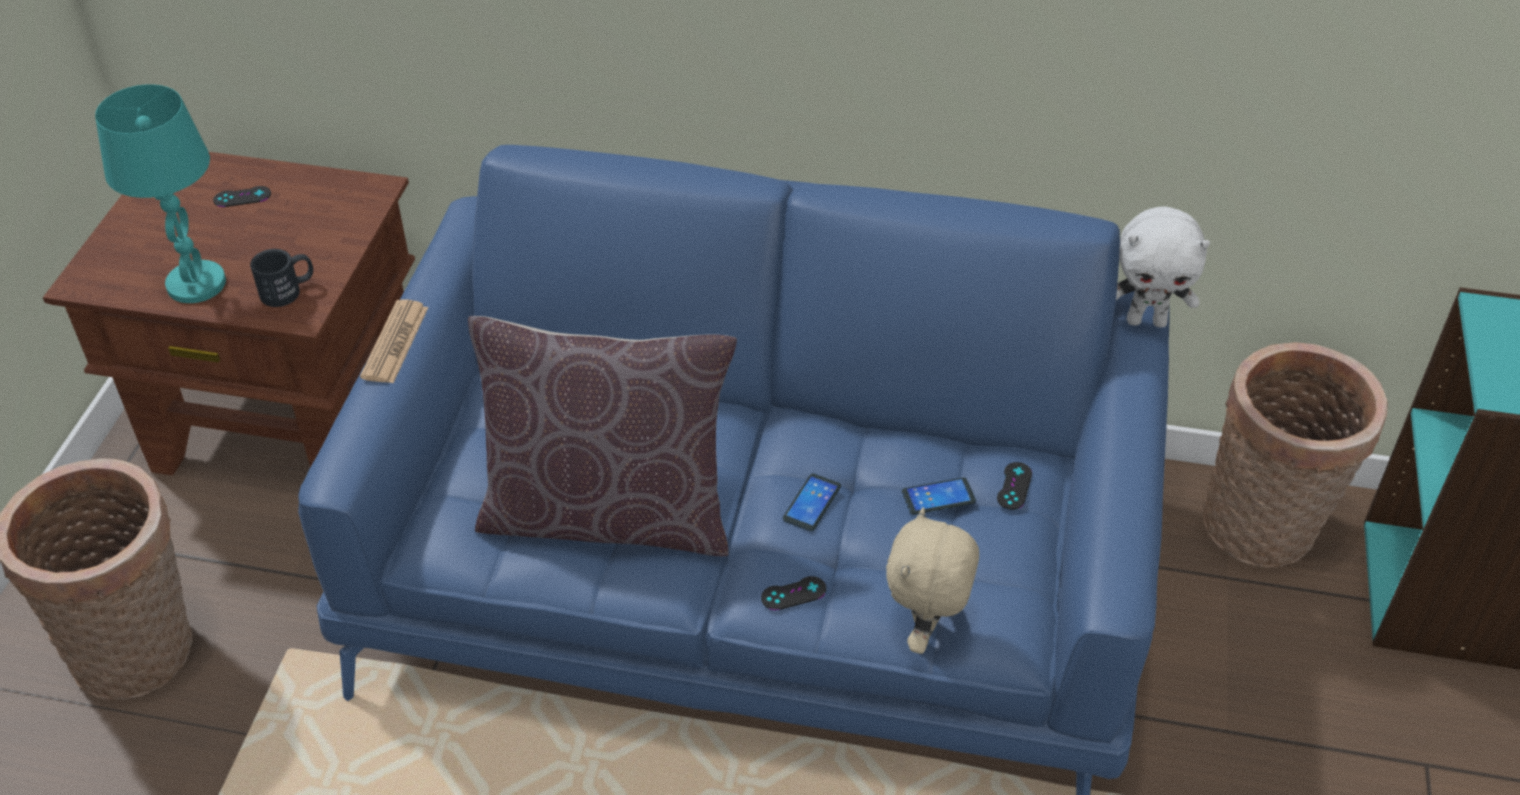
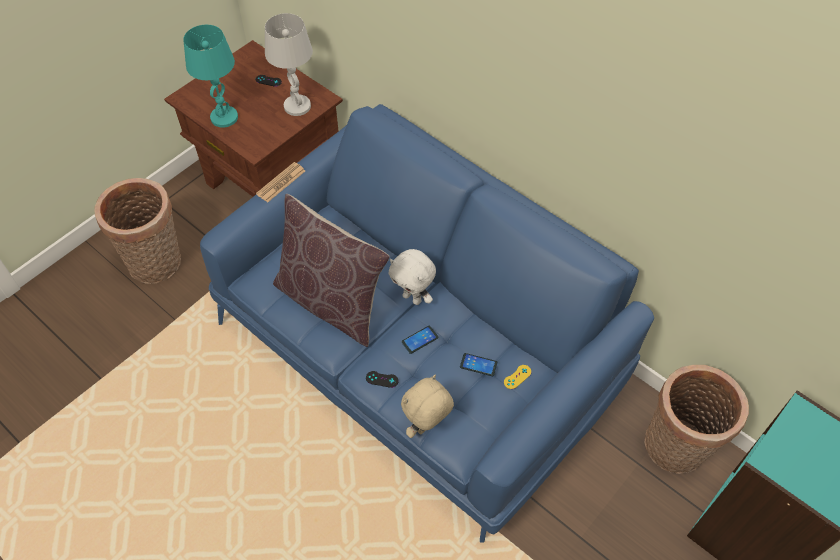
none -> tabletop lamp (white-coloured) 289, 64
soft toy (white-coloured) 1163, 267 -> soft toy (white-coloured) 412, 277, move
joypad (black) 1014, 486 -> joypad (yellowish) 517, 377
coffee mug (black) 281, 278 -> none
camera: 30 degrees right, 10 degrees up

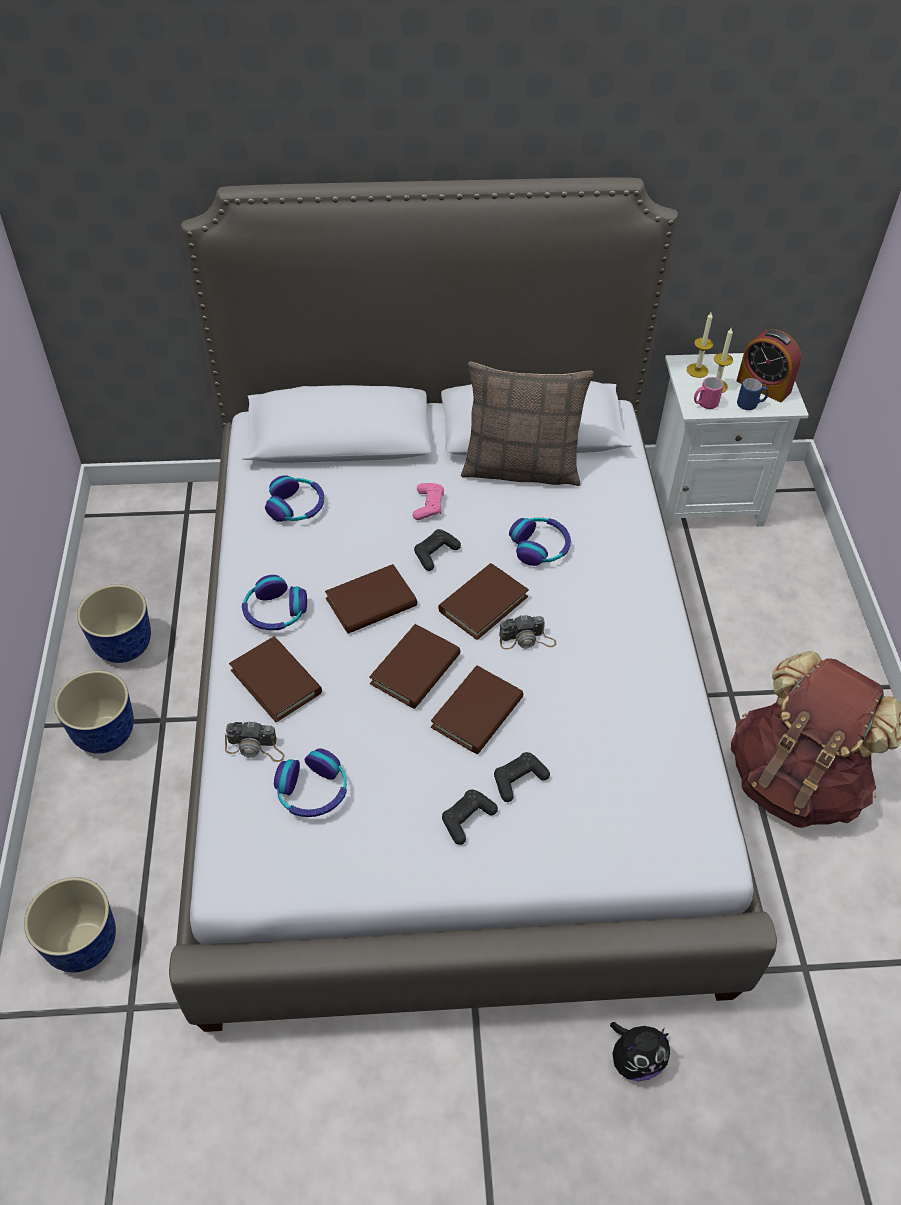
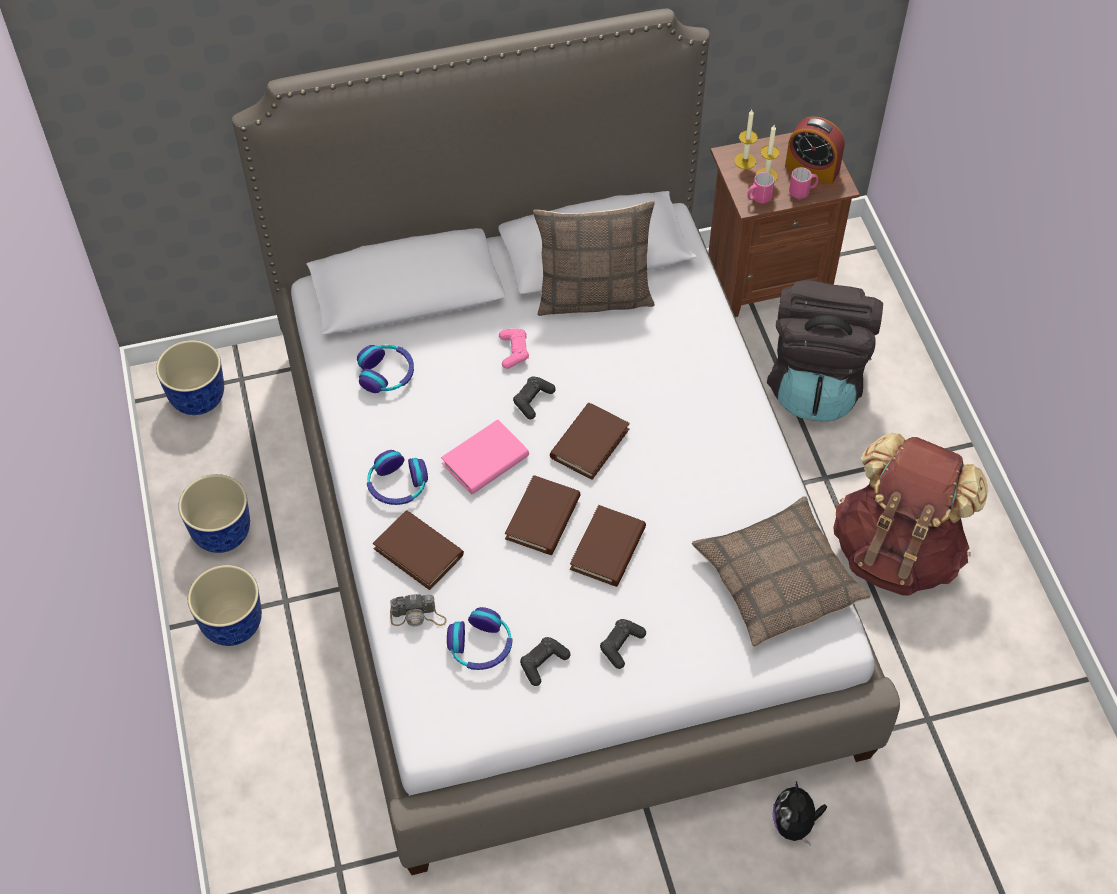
planter 70, 924 -> planter 190, 377, move
bound book (brownish) 371, 599 -> bound book (pink-coloured) 485, 457
joypad (black) 522, 777 -> joypad (black) 545, 661, move
none -> pillow 781, 572
bedside table (white-coloured) 730, 441 -> bedside table (brownish) 784, 224
none -> backpack (black) 825, 351
soft toy 640, 1051 -> soft toy 800, 813, 120 degrees clockwise
coffee mug (blue-coloured) 753, 394 -> coffee mug (pink-coloured) 803, 183
still camera 527, 632 -> none
headset 540, 542 -> none
camera: 10 degrees left, 5 degrees up

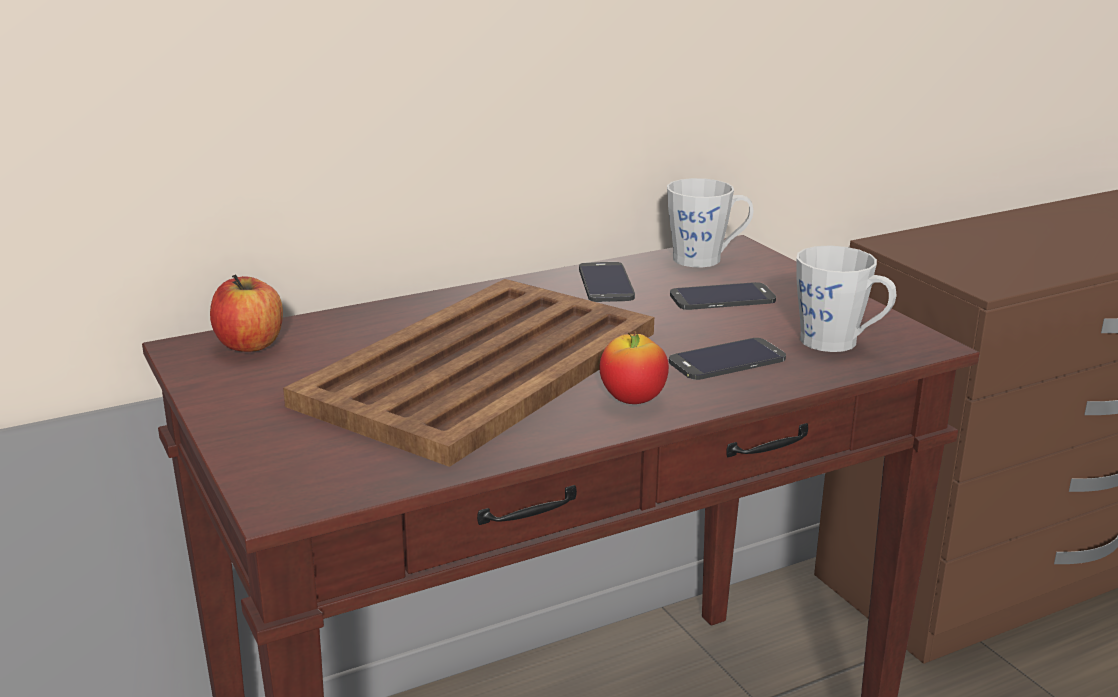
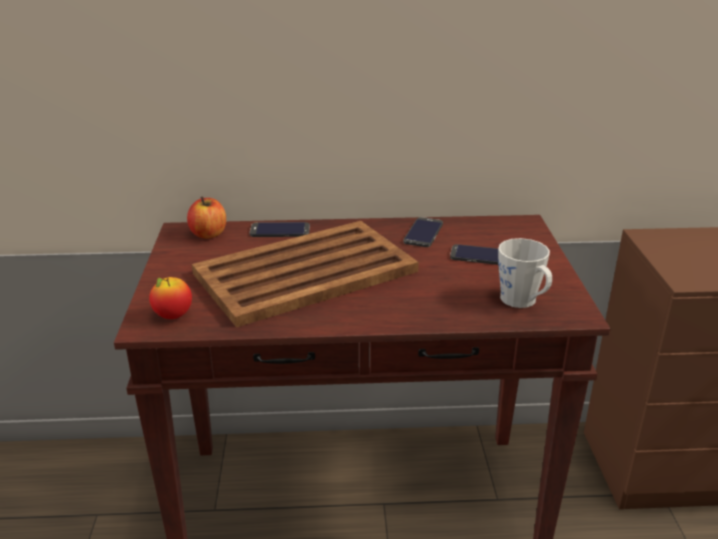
apple fruit 634, 368 -> apple fruit 170, 298, move
telephone 727, 359 -> telephone 279, 229, move
coffee mug (grey) 710, 222 -> none
camera: 25 degrees right, 5 degrees up

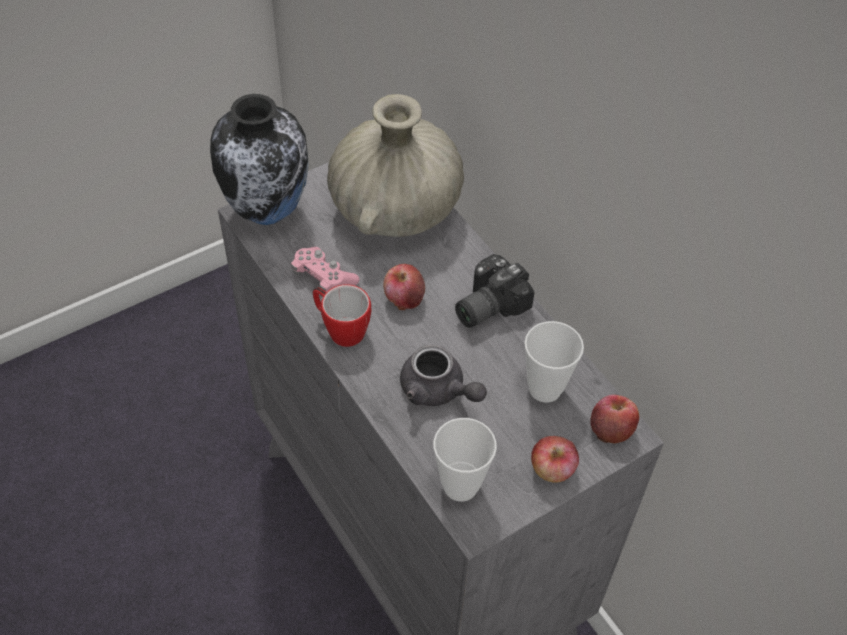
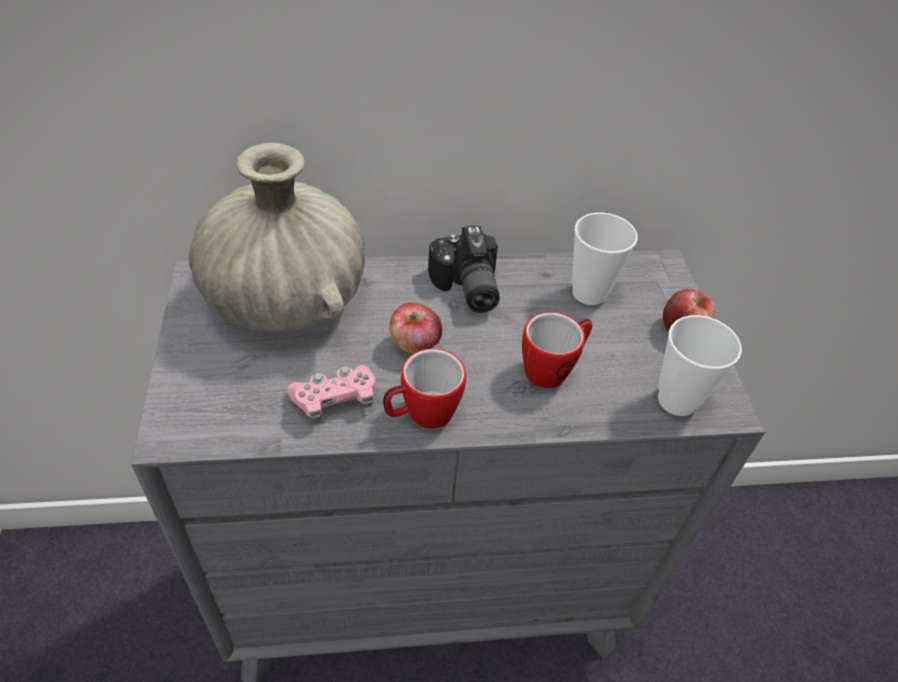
tea pot (grey) 443, 375 -> coffee mug 557, 350
flower vase 259, 159 -> none
apple fruit 614, 419 -> none
camera: 65 degrees left, 5 degrees down

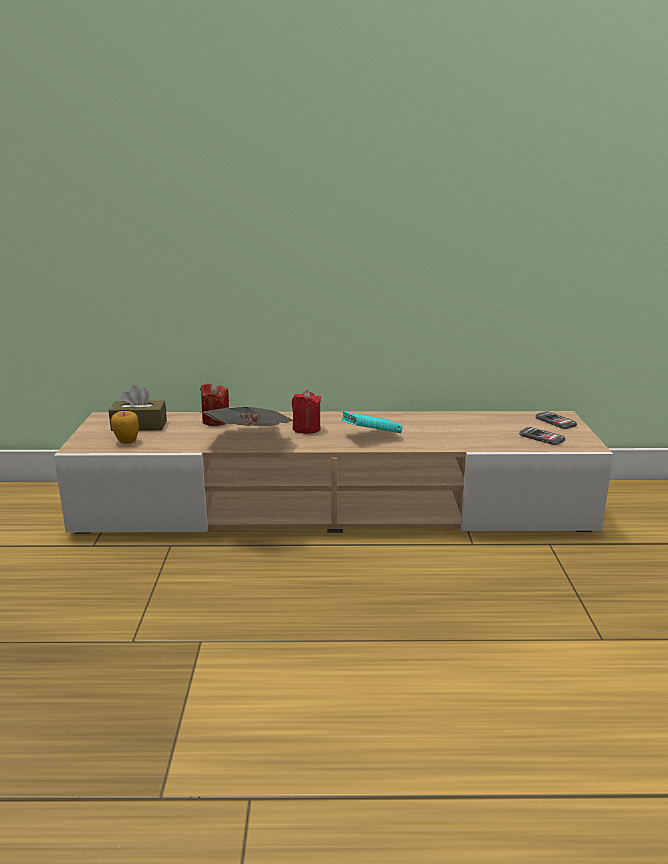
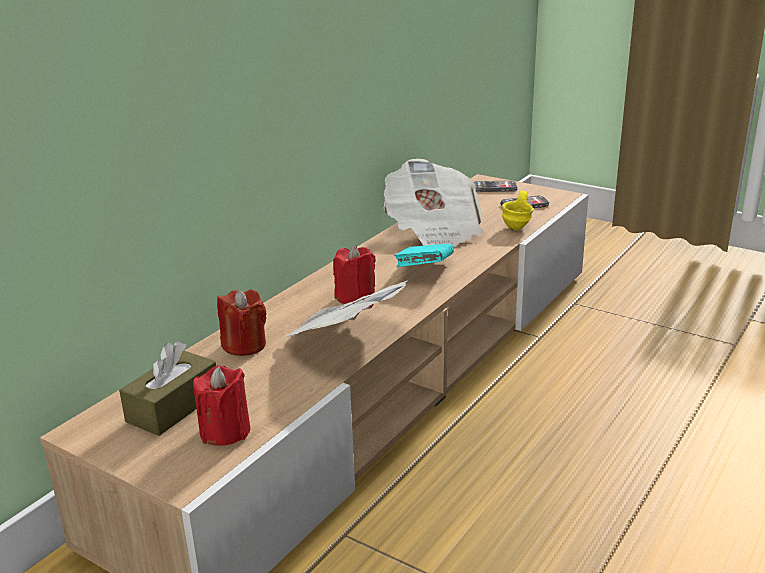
apple fruit 125, 427 -> wax light (reddish) 221, 406
none -> daily paper 433, 203
none -> coffee mug (yellowish) 518, 210
camera: 55 degrees left, 5 degrees up

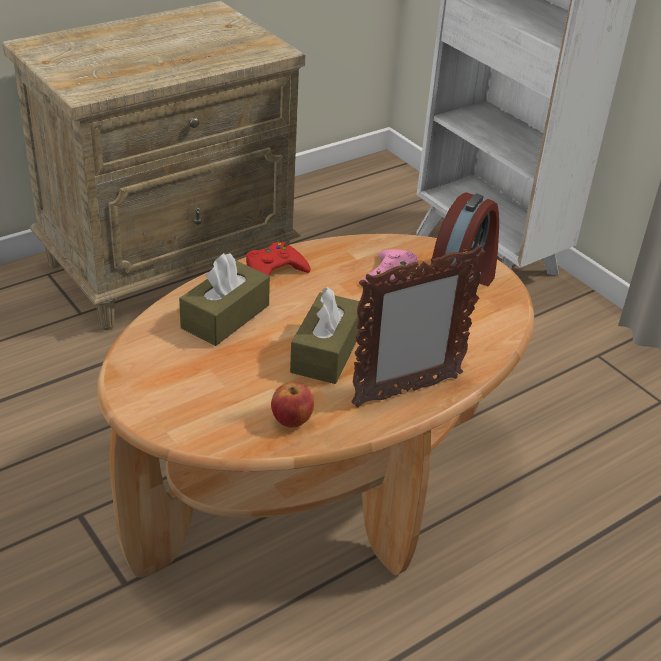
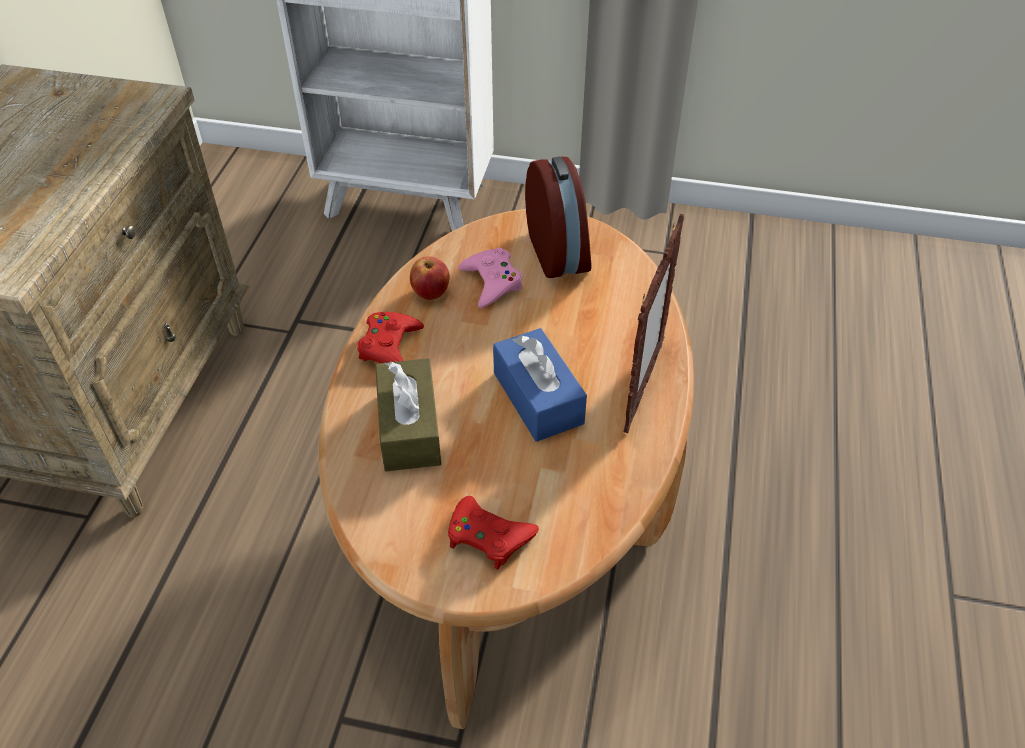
apple fruit 292, 405 -> apple fruit 430, 278, move
none -> joypad (reddish) 493, 533
tissue box (brownish) 326, 335 -> tissue box (blue-coloured) 540, 385
camera: 40 degrees left, 10 degrees up

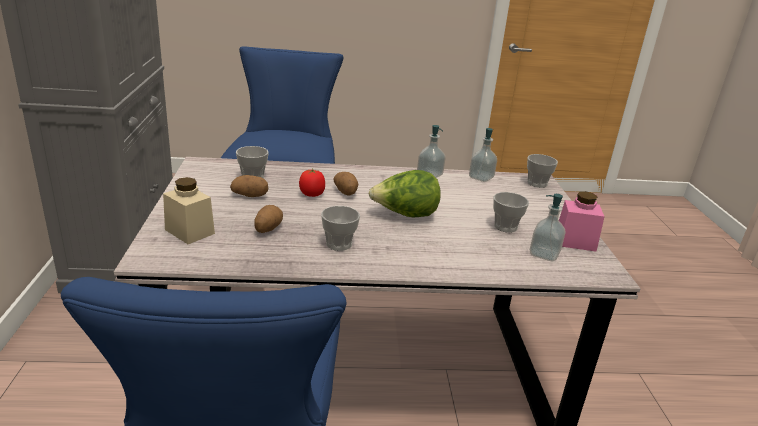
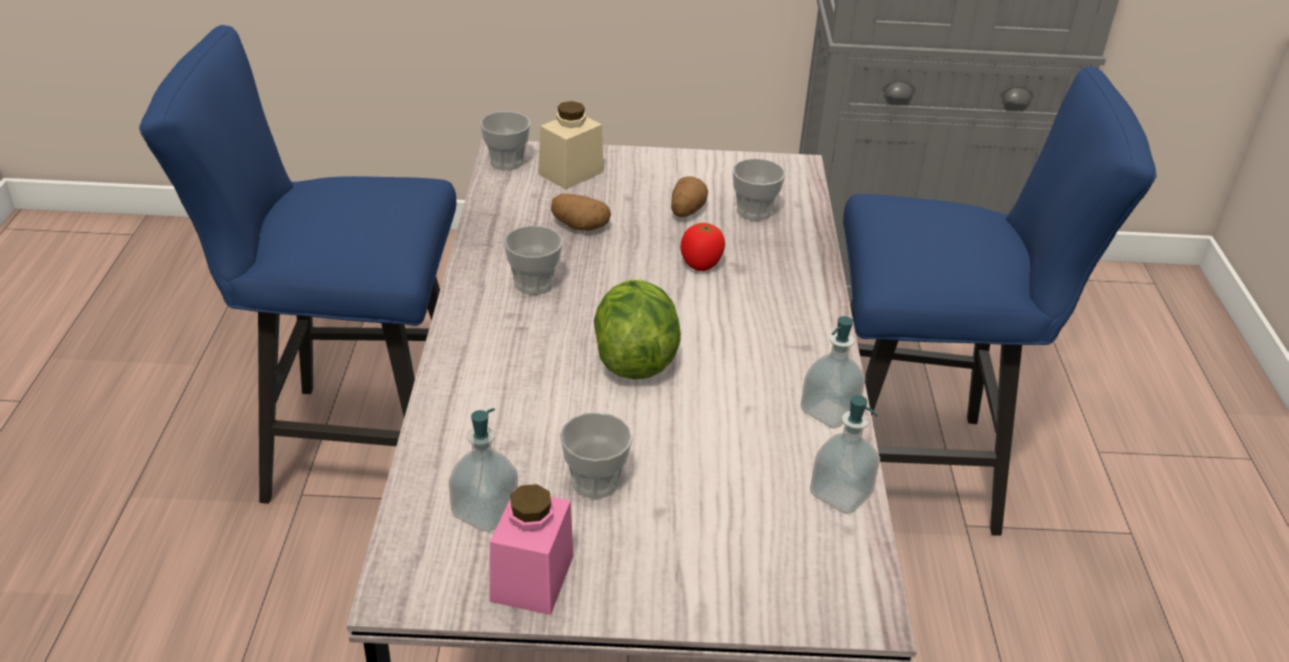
small cup 542, 171 -> small cup 505, 140, move
spud 345, 183 -> none
camera: 95 degrees right, 10 degrees up

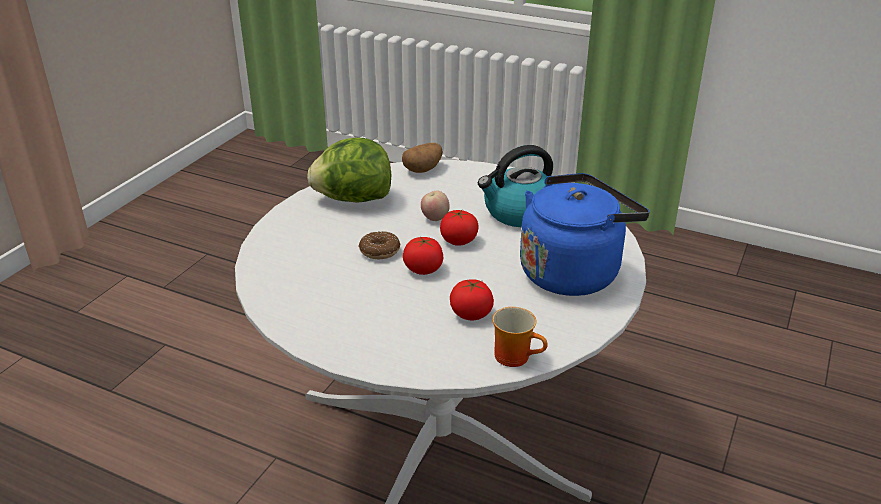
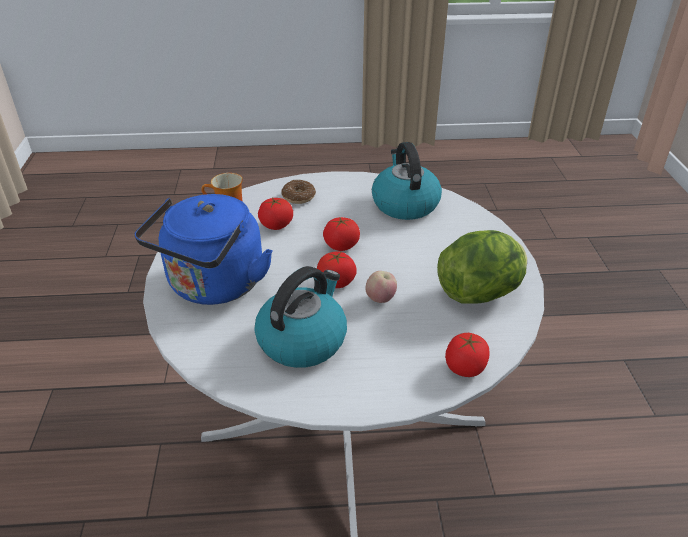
donut 380, 245 -> donut 298, 192, move
none -> tea kettle 407, 181
spud 422, 158 -> tomato 467, 355
camera: 150 degrees right, 5 degrees up

